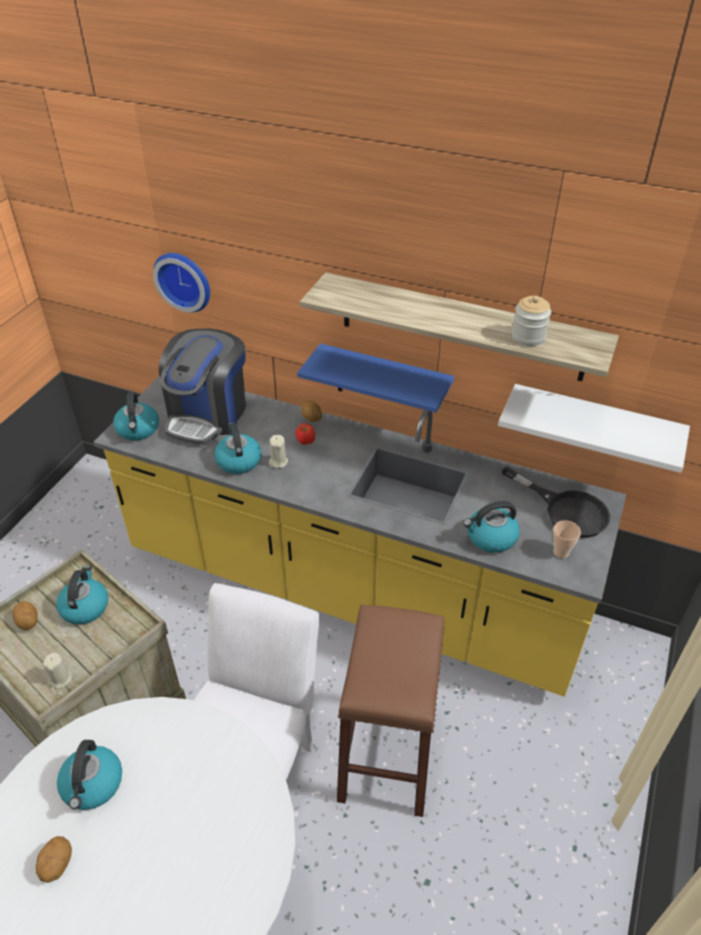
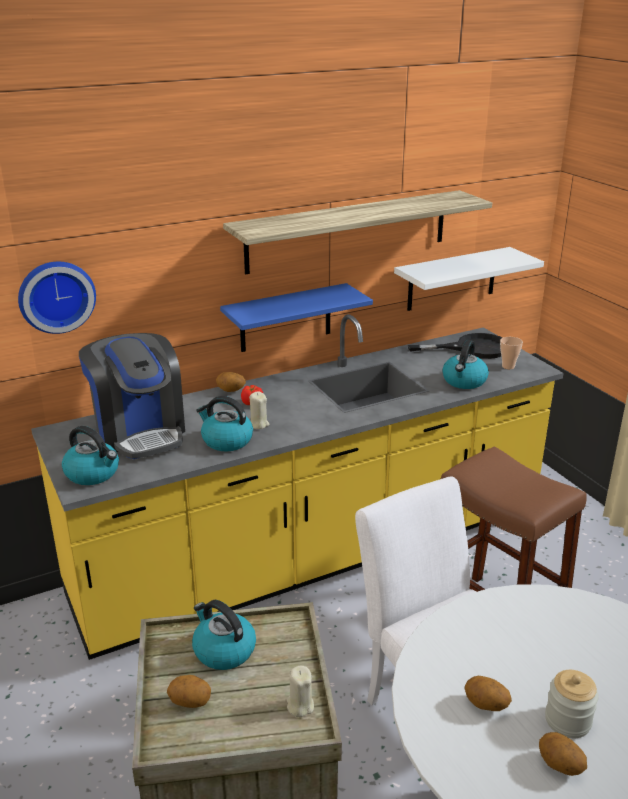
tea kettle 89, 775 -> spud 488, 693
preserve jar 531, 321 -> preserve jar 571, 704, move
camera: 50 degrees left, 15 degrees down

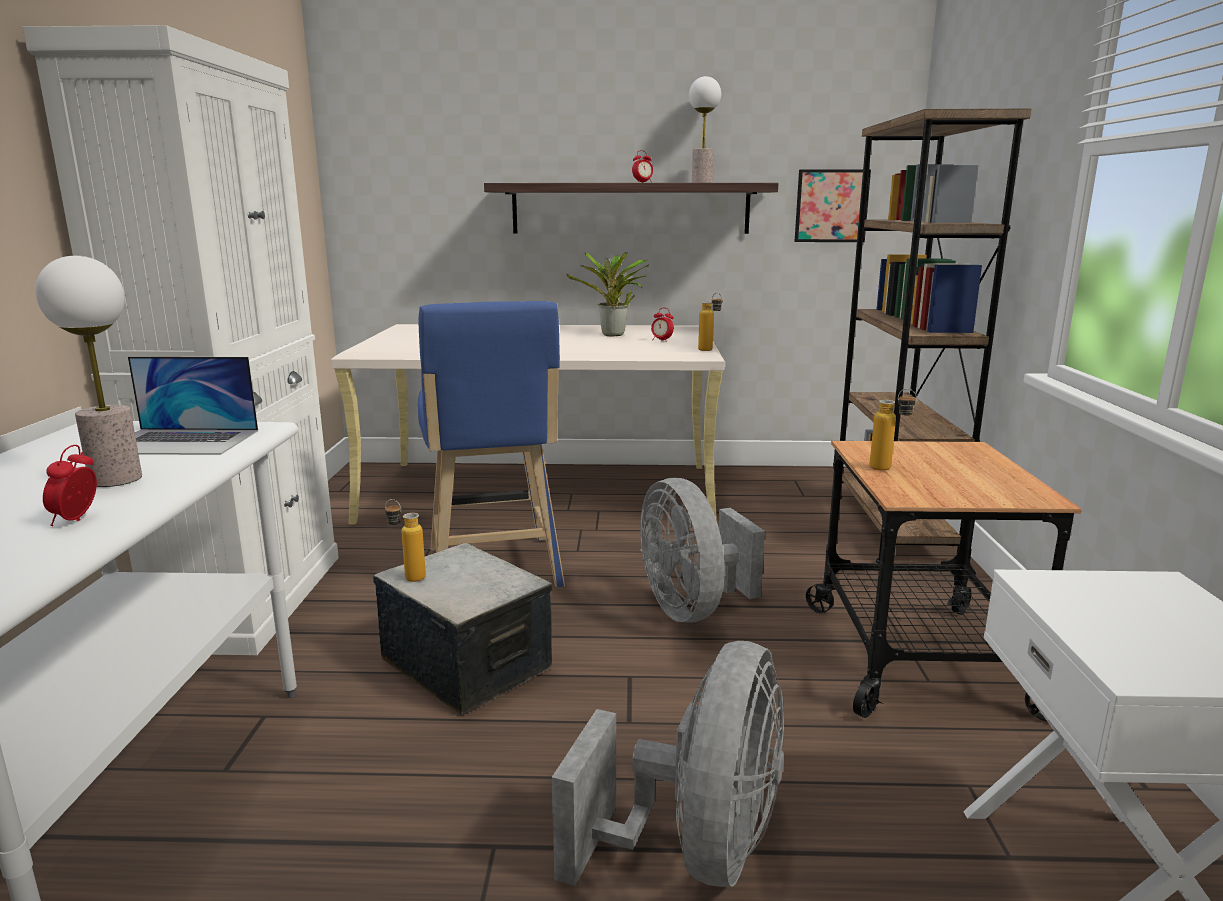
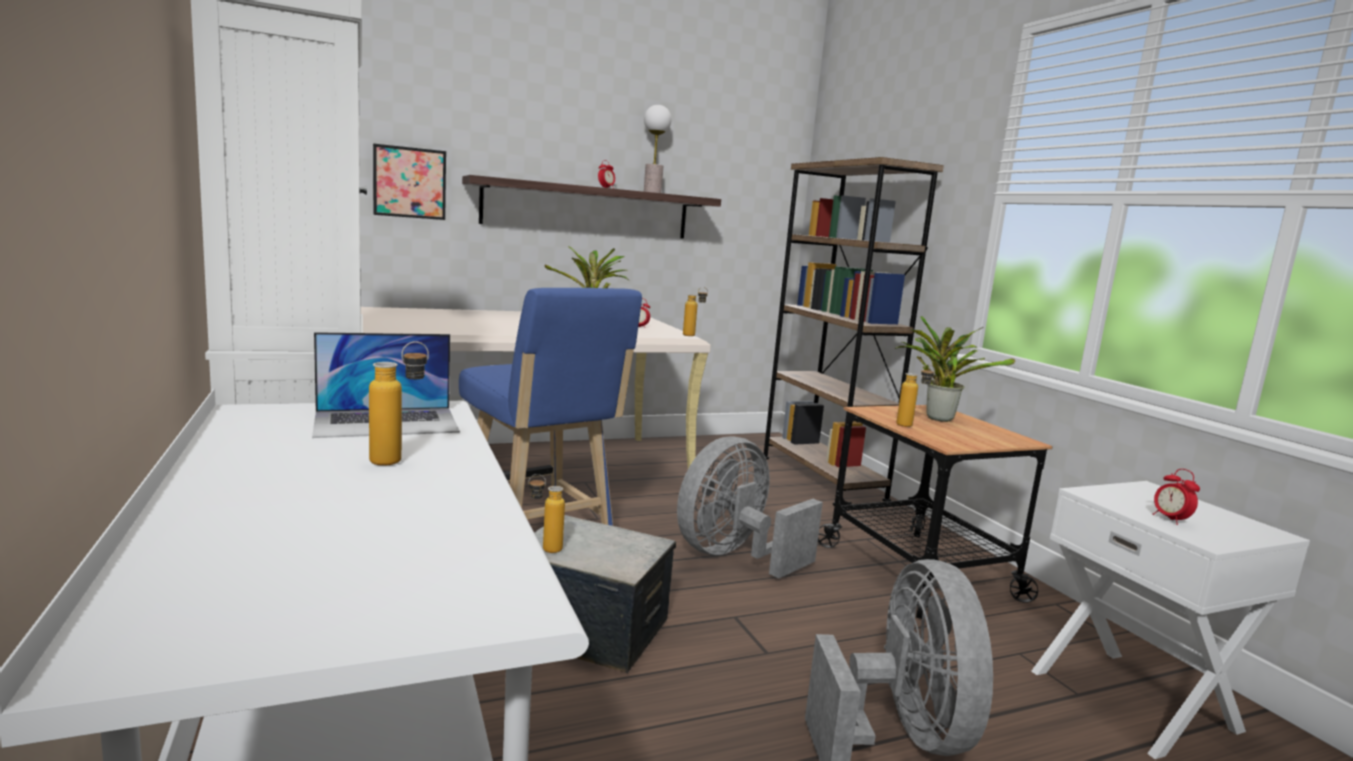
tabletop lamp 88, 371 -> bottle 399, 403
wall picture 833, 205 -> wall picture 409, 182, move
fan (grey) 702, 550 -> fan (grey) 750, 507, 90 degrees clockwise
none -> potted plant 955, 369
bedside clock 70, 485 -> bedside clock 1176, 497, move
camera: 25 degrees left, 5 degrees down

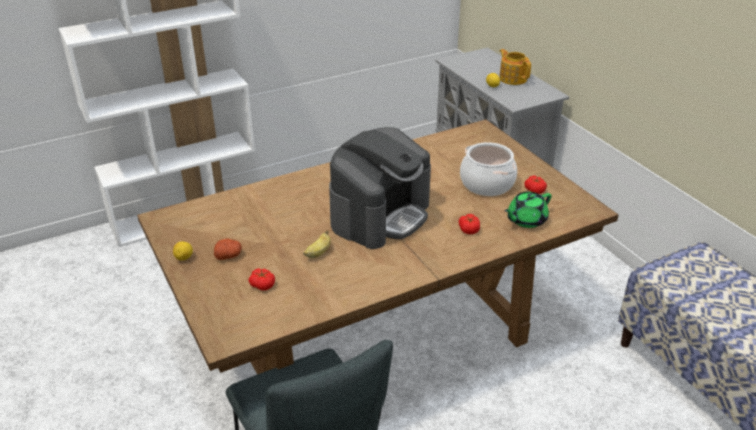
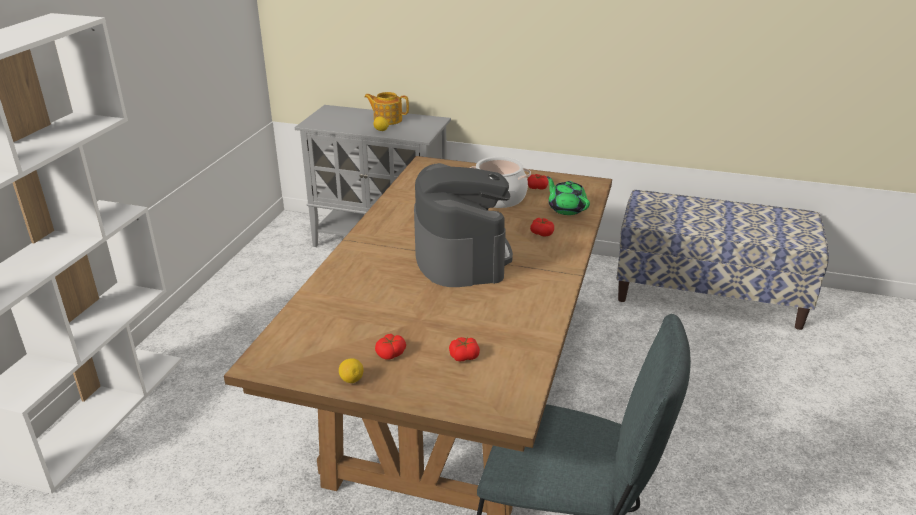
spud 228, 249 -> tomato 390, 347
tea pot (green-coloured) 528, 210 -> tea pot (green-coloured) 568, 195, 135 degrees clockwise
whole banana 317, 244 -> none
camera: 45 degrees left, 5 degrees down

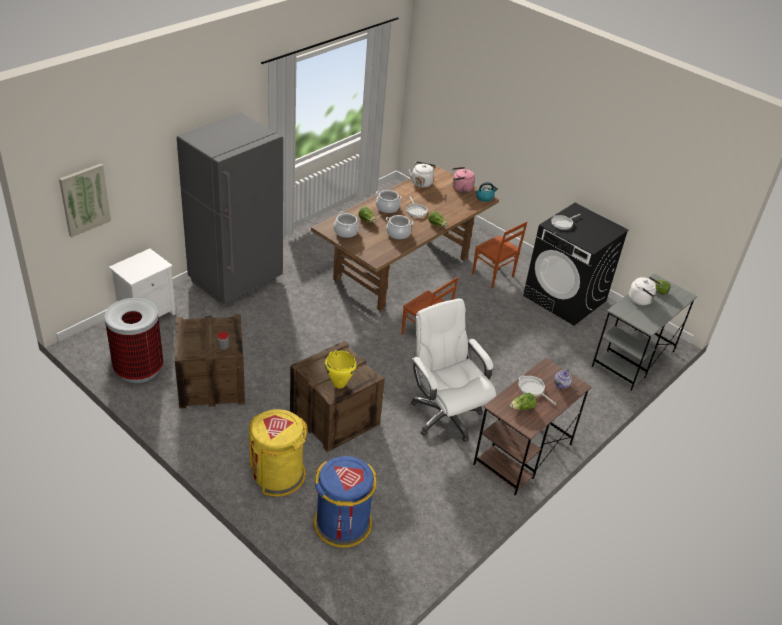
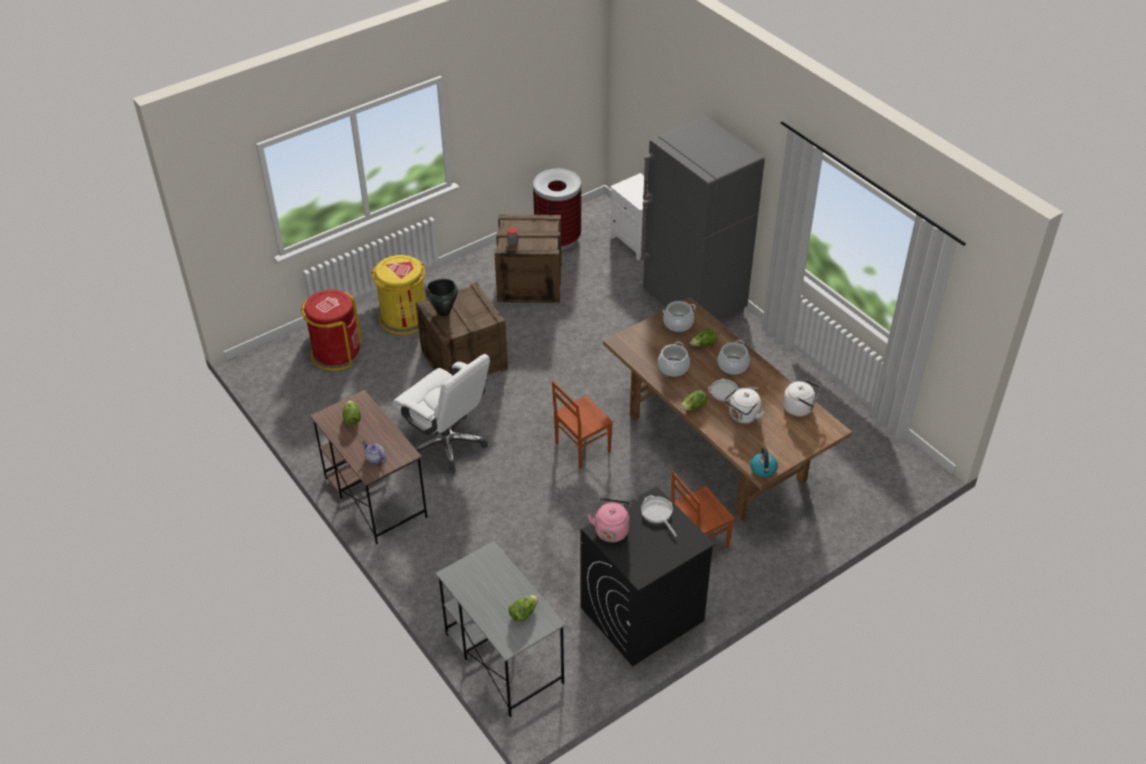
waste bin (blue-coloured) 345, 502 -> waste bin (reddish) 331, 330
computer chair (white-coloured) 453, 370 -> computer chair (white-coloured) 441, 413, 60 degrees clockwise
cooking pot (yellowish) 341, 369 -> cooking pot (black) 442, 297
tea kettle (pink-coloured) 463, 180 -> tea kettle (pink-coloured) 609, 520, move
tea kettle (white-coloured) 645, 291 -> tea kettle (white-coloured) 744, 406, move
wall picture 85, 200 -> none
skillet 537, 390 -> none
camera: 105 degrees right, 5 degrees up

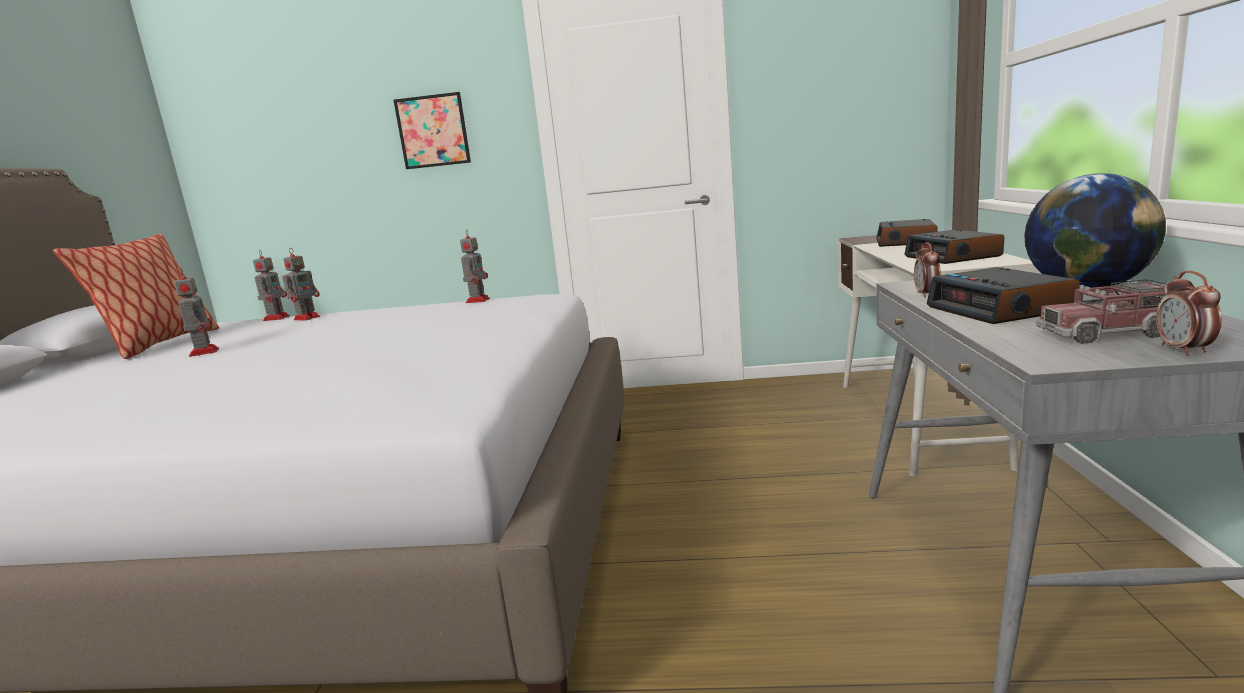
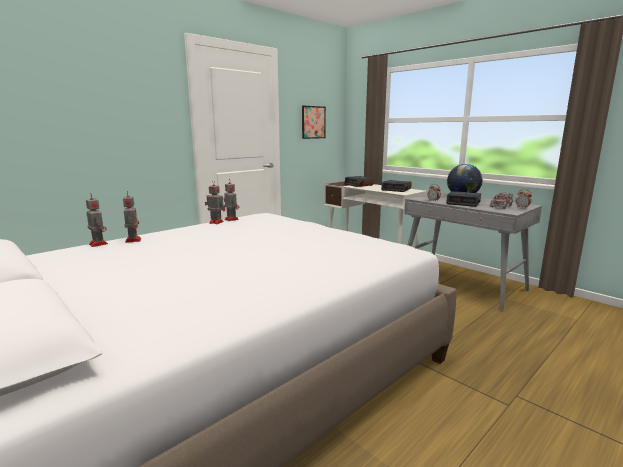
robot figure 196, 313 -> robot figure 215, 202, move
wall picture 432, 130 -> wall picture 314, 122, move
pillow 136, 296 -> none
camera: 50 degrees left, 0 degrees up

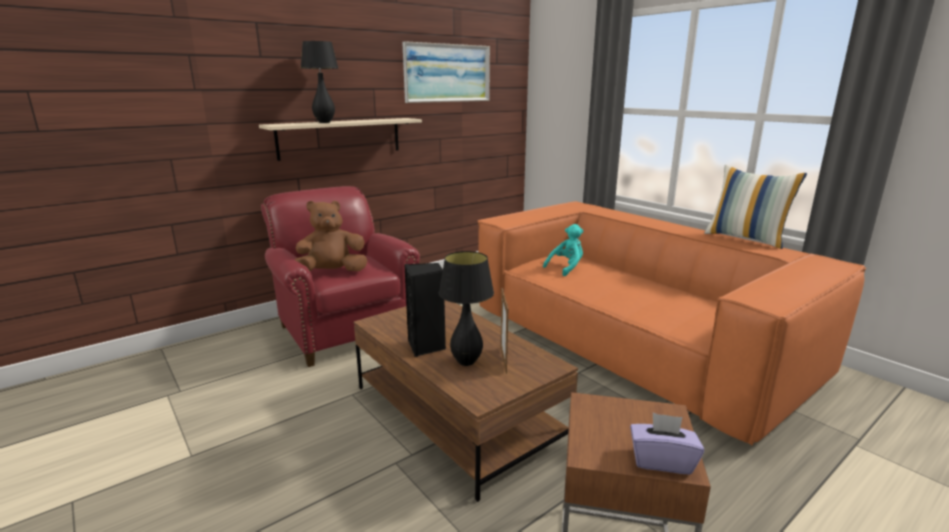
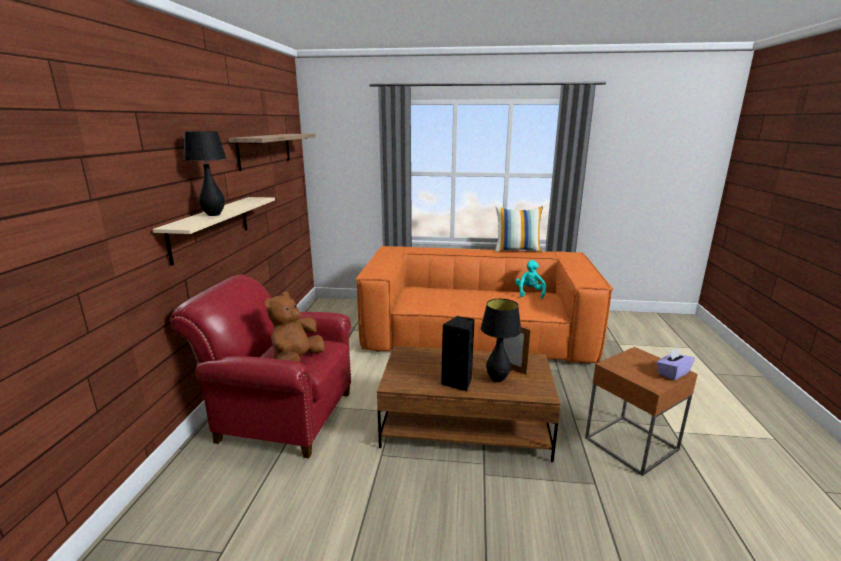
wall picture 446, 72 -> shelf 272, 152
soft toy (blue-green) 563, 250 -> soft toy (blue-green) 530, 279, move
camera: 45 degrees left, 0 degrees up

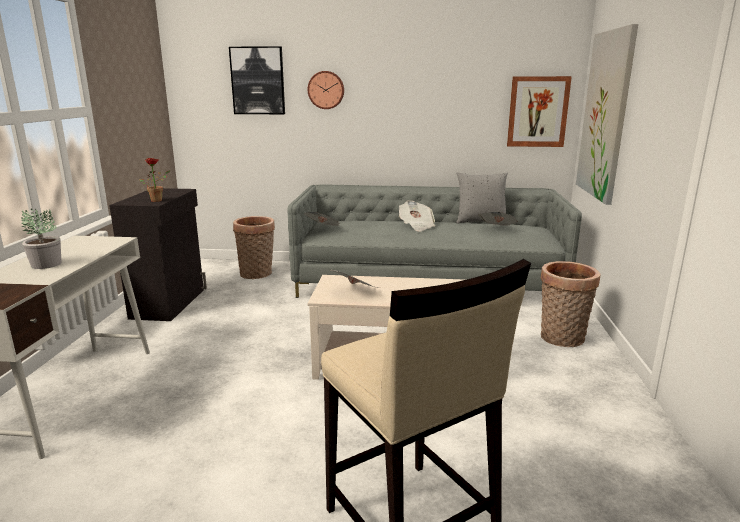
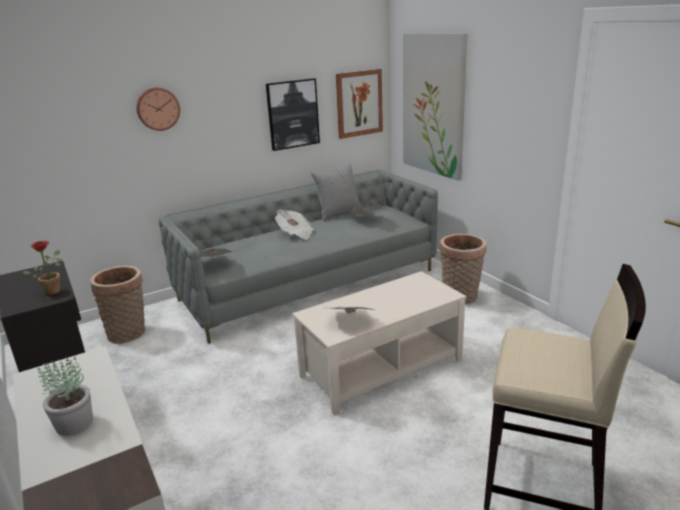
wall picture 257, 80 -> wall picture 293, 114, move
camera: 35 degrees left, 5 degrees up

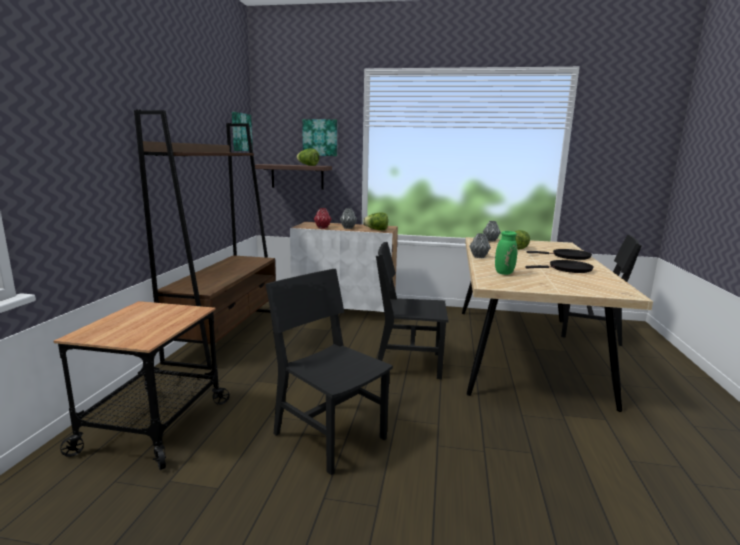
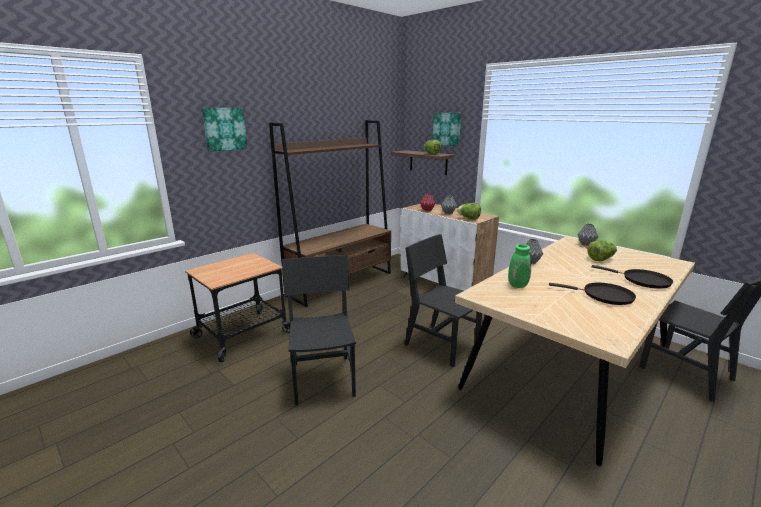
wall picture 242, 131 -> wall picture 225, 130, move
camera: 35 degrees right, 5 degrees up

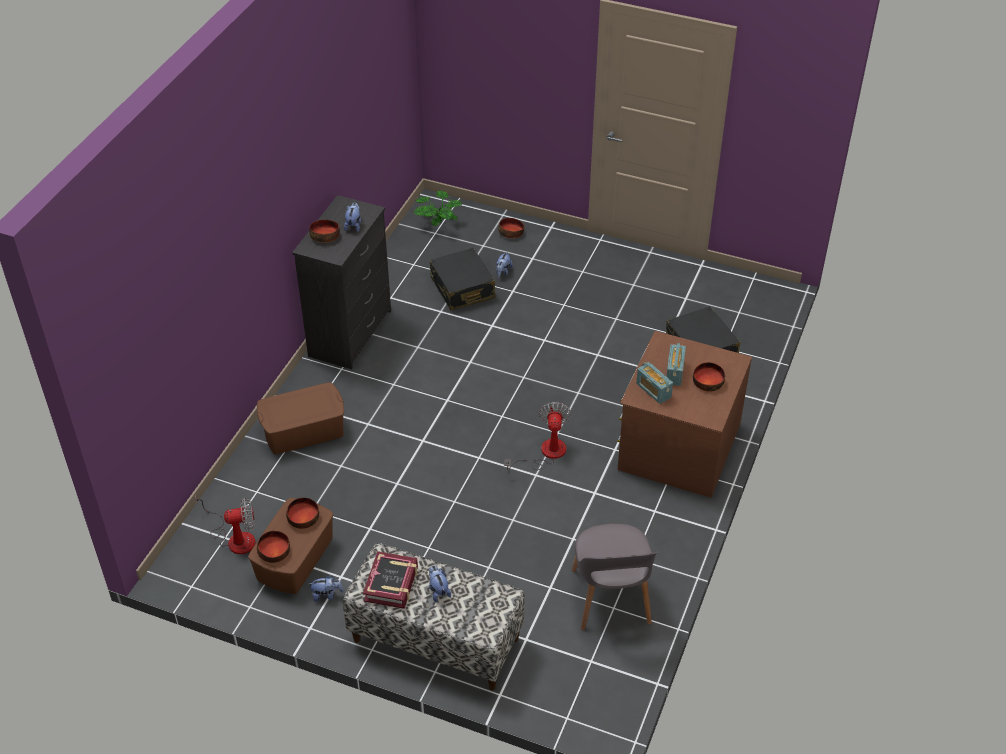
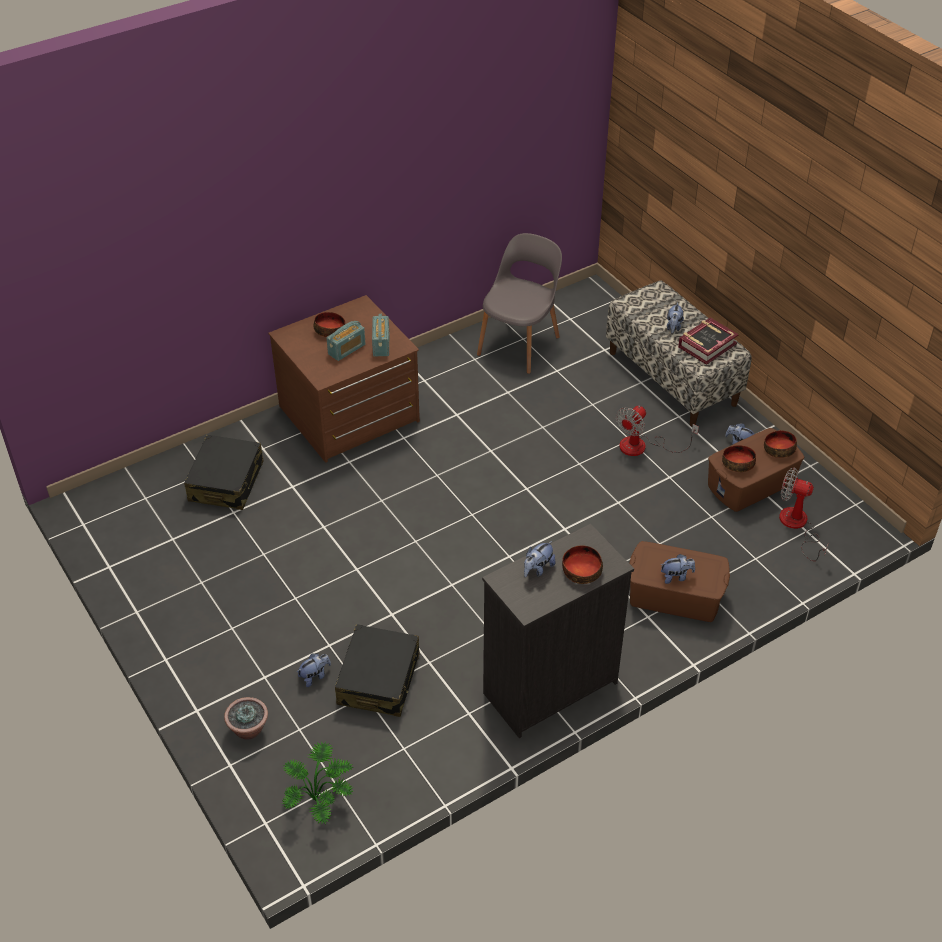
bowl 511, 228 -> potted plant 246, 718
fan 537, 436 -> fan 657, 431, move
none -> soft toy 678, 569
camera: 145 degrees left, 0 degrees up

